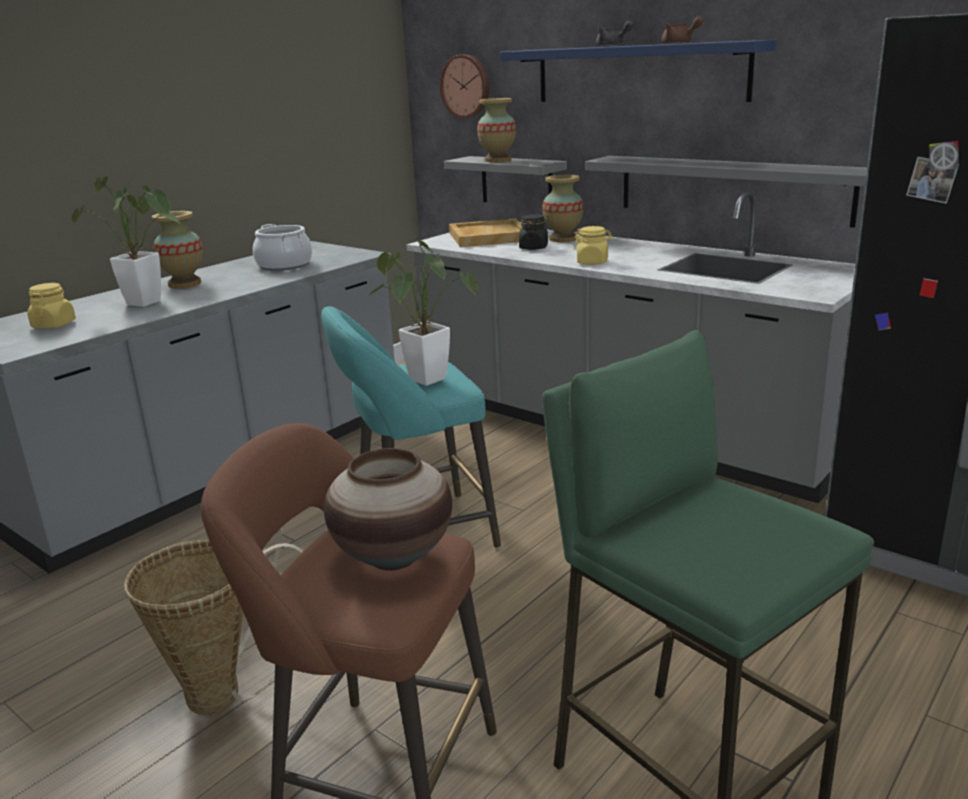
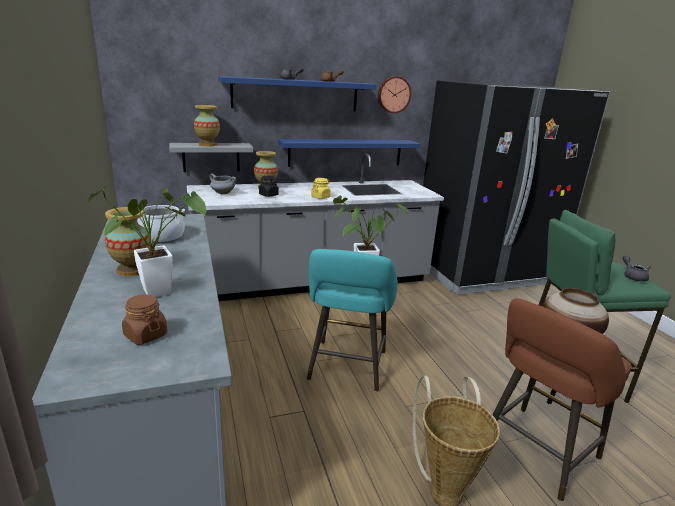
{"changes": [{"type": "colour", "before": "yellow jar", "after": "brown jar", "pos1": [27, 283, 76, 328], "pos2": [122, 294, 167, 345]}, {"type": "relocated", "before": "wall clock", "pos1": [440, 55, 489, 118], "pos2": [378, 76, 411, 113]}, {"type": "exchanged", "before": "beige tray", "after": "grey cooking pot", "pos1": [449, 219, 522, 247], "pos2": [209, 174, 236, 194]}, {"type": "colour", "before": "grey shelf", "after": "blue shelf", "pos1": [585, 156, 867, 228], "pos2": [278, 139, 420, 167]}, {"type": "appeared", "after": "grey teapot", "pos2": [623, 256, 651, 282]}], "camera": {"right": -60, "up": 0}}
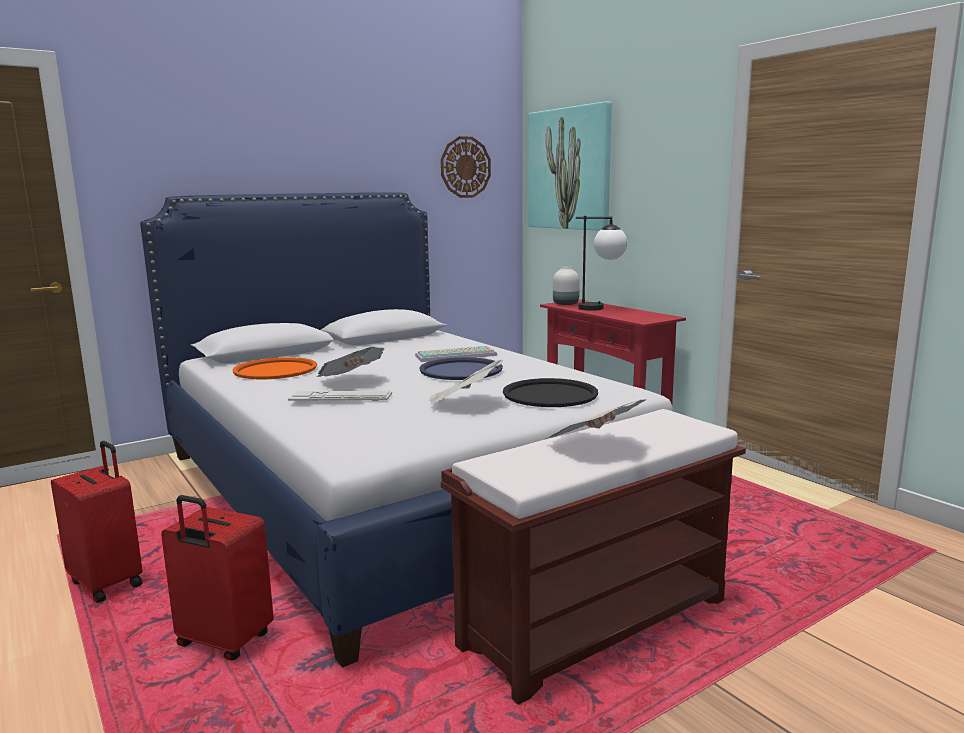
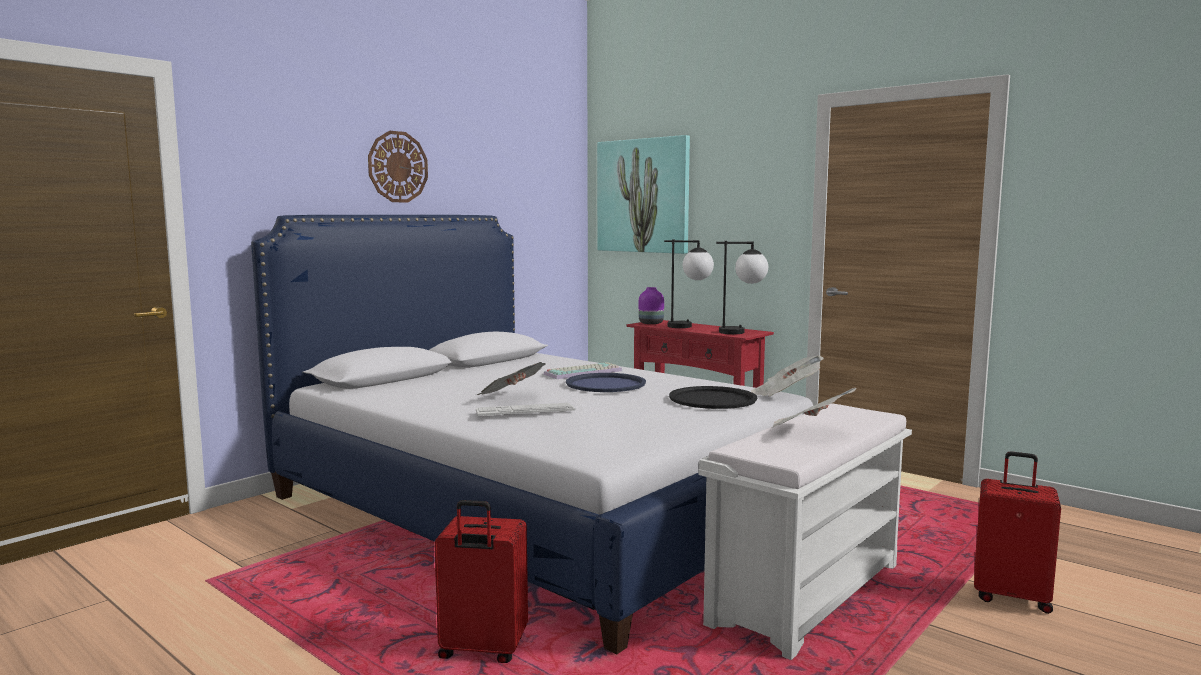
{"changes": [{"type": "relocated", "before": "red suitcase", "pos1": [51, 441, 143, 603], "pos2": [974, 451, 1061, 614]}, {"type": "missing", "before": "orange tray", "pos1": [232, 357, 317, 380]}, {"type": "relocated", "before": "newspaper", "pos1": [429, 360, 503, 404], "pos2": [751, 356, 824, 397]}, {"type": "relocated", "before": "wall clock", "pos1": [441, 136, 491, 198], "pos2": [368, 131, 428, 202]}, {"type": "colour", "before": "brown bench", "after": "white bench", "pos1": [441, 409, 746, 705], "pos2": [698, 403, 912, 660]}, {"type": "colour", "before": "white vase", "after": "purple vase", "pos1": [553, 266, 580, 305], "pos2": [638, 287, 664, 324]}, {"type": "appeared", "after": "table lamp", "pos2": [716, 241, 768, 334]}], "camera": {"right": -15, "up": -5}}
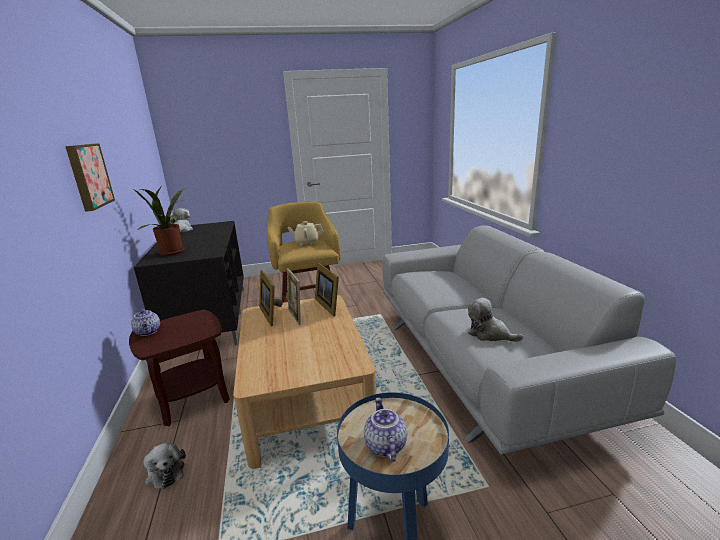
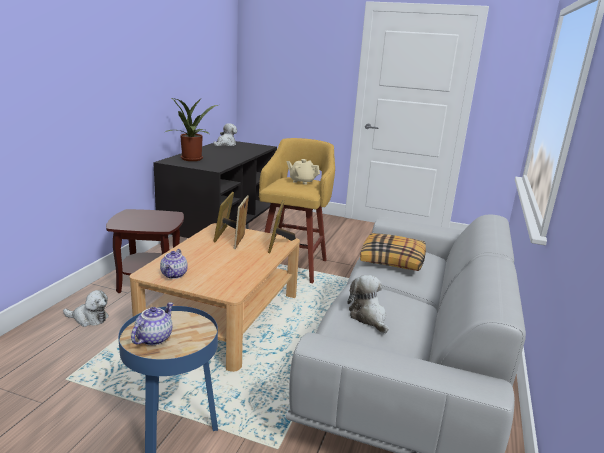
{"changes": [{"type": "missing", "before": "picture", "pos1": [65, 143, 115, 212]}, {"type": "relocated", "before": "teapot", "pos1": [131, 308, 160, 336], "pos2": [160, 249, 188, 279]}, {"type": "spun", "before": "plush toy", "pos1": [144, 443, 186, 489], "pos2": [63, 290, 109, 327], "turn": -75}, {"type": "appeared", "after": "pillow", "pos2": [360, 233, 426, 271]}], "camera": {"right": 30, "up": 0}}
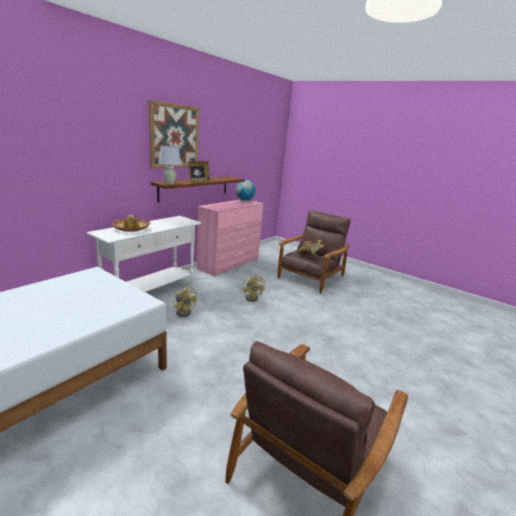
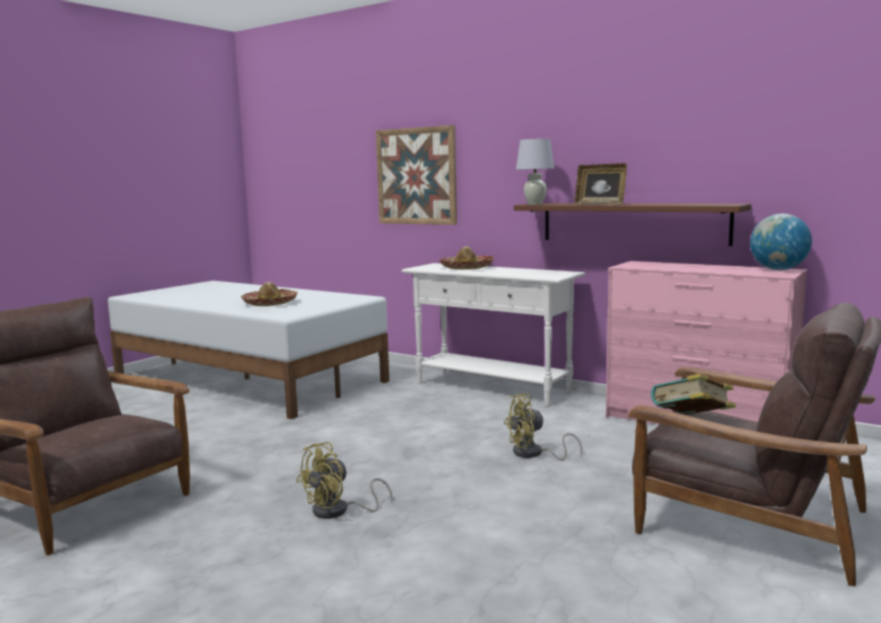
{"changes": [{"type": "relocated", "before": "picture", "pos1": [149, 100, 199, 169], "pos2": [376, 125, 457, 225]}, {"type": "relocated", "before": "yellow fan", "pos1": [174, 286, 197, 317], "pos2": [296, 442, 393, 519]}, {"type": "appeared", "after": "hat", "pos2": [241, 282, 298, 306]}], "camera": {"right": 90, "up": -10}}
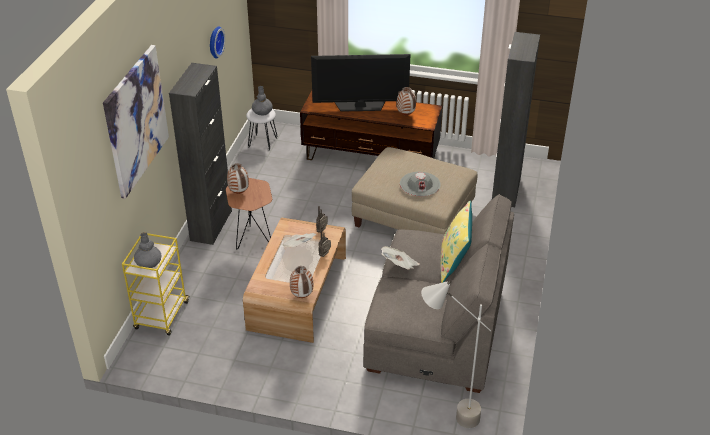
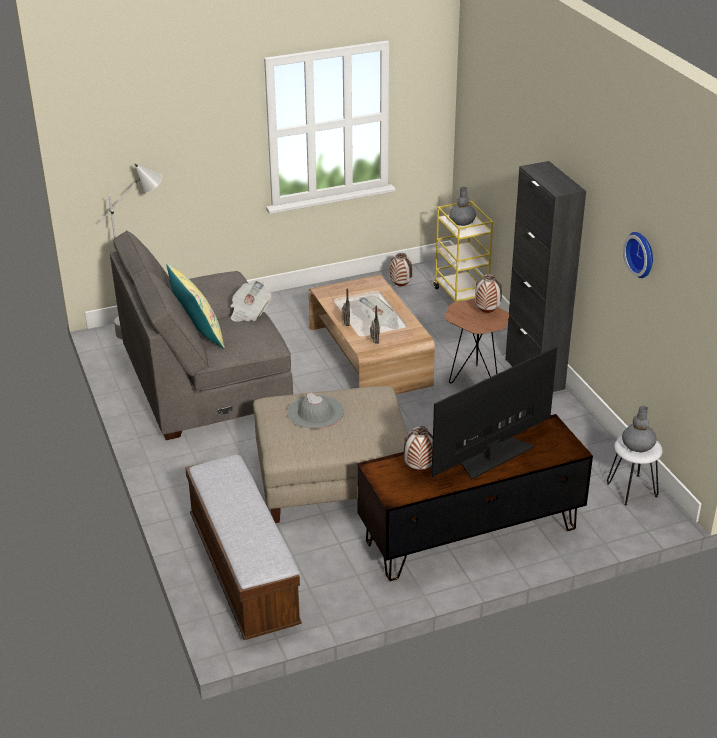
{"changes": [{"type": "missing", "before": "picture", "pos1": [103, 45, 169, 199]}, {"type": "relocated", "before": "vase", "pos1": [290, 266, 313, 298], "pos2": [390, 253, 413, 286]}, {"type": "exchanged", "before": "black cabinet", "after": "bench", "pos1": [492, 32, 540, 207], "pos2": [185, 454, 302, 640]}], "camera": {"right": 145, "up": -5}}
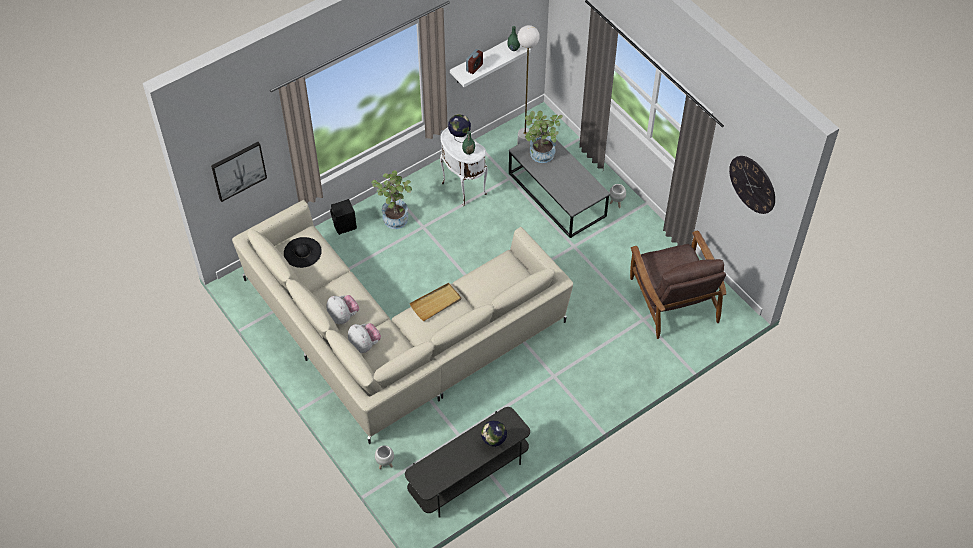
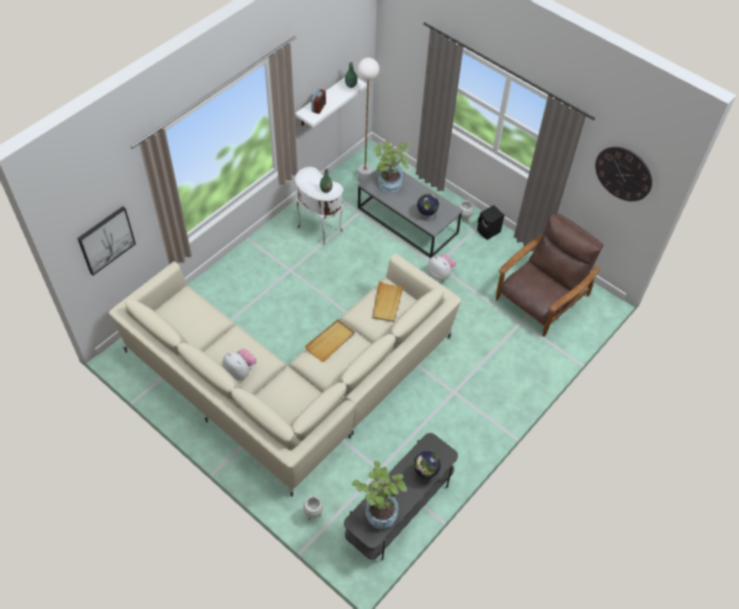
{"changes": [{"type": "missing", "before": "black hat", "pos1": [284, 237, 322, 268]}, {"type": "relocated", "before": "black speaker", "pos1": [330, 199, 357, 235], "pos2": [477, 205, 504, 240]}, {"type": "relocated", "before": "plush toy", "pos1": [348, 323, 381, 353], "pos2": [428, 254, 456, 280]}, {"type": "relocated", "before": "potted plant", "pos1": [371, 170, 412, 229], "pos2": [352, 461, 407, 529]}, {"type": "relocated", "before": "globe", "pos1": [448, 114, 471, 143], "pos2": [417, 194, 439, 220]}, {"type": "spun", "before": "brown armchair", "pos1": [630, 231, 726, 339], "pos2": [496, 214, 603, 337], "turn": -105}, {"type": "appeared", "after": "beige tray", "pos2": [372, 280, 404, 322]}], "camera": {"right": -15, "up": 0}}
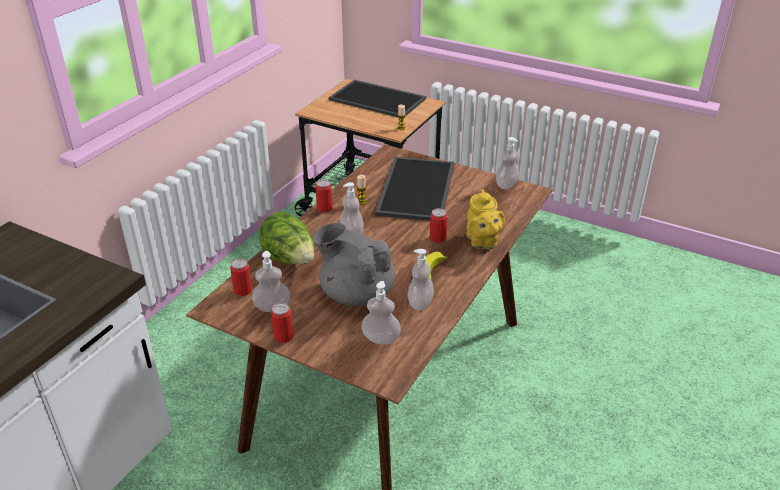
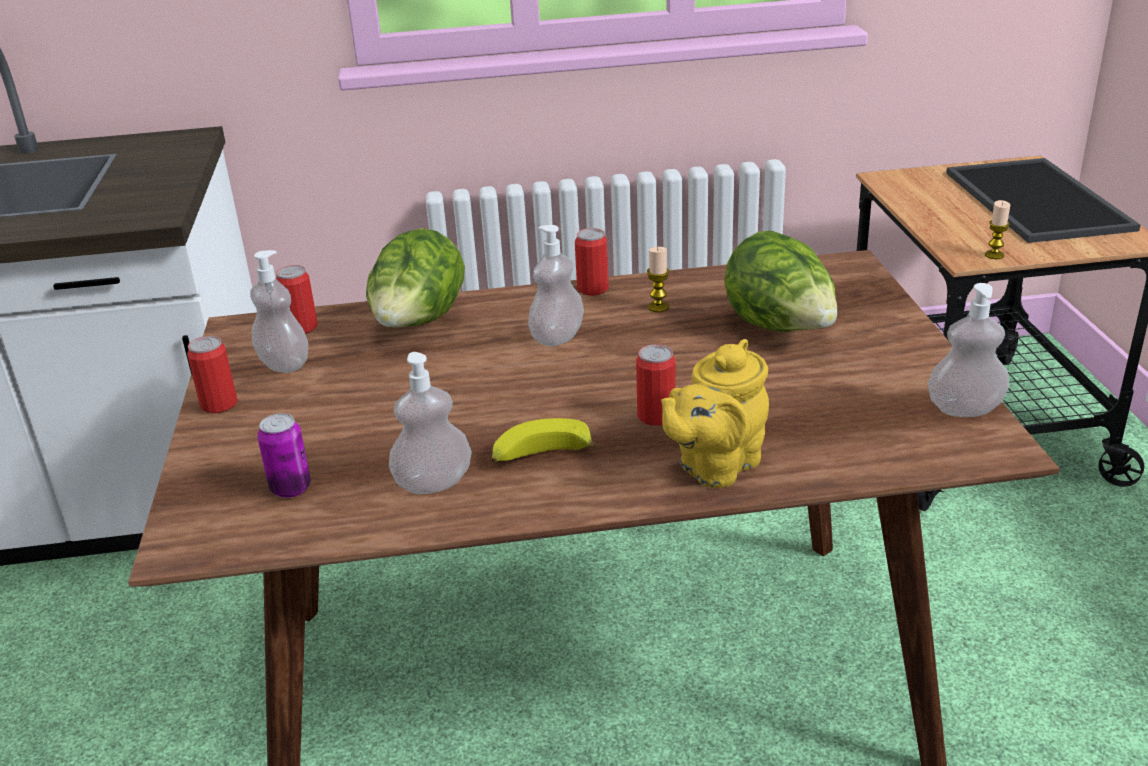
{"changes": [{"type": "missing", "before": "grey teapot", "pos1": [313, 223, 395, 306]}, {"type": "exchanged", "before": "soap dispenser", "after": "can", "pos1": [361, 281, 401, 345], "pos2": [257, 413, 311, 498]}, {"type": "exchanged", "before": "tray", "after": "lettuce", "pos1": [375, 157, 454, 221], "pos2": [724, 231, 838, 332]}], "camera": {"right": 55, "up": -5}}
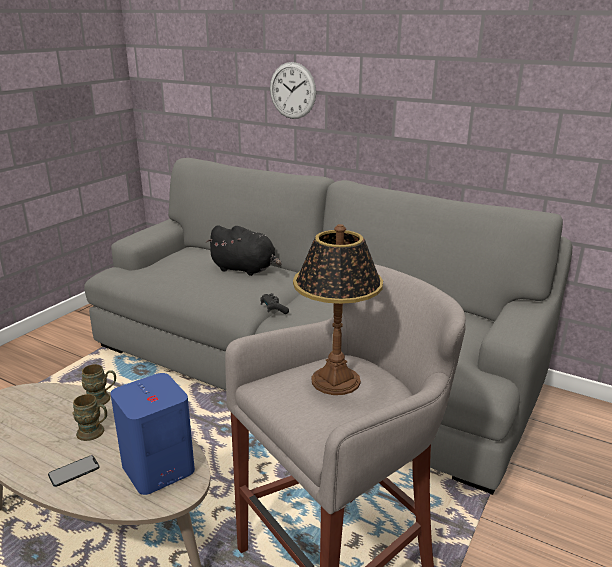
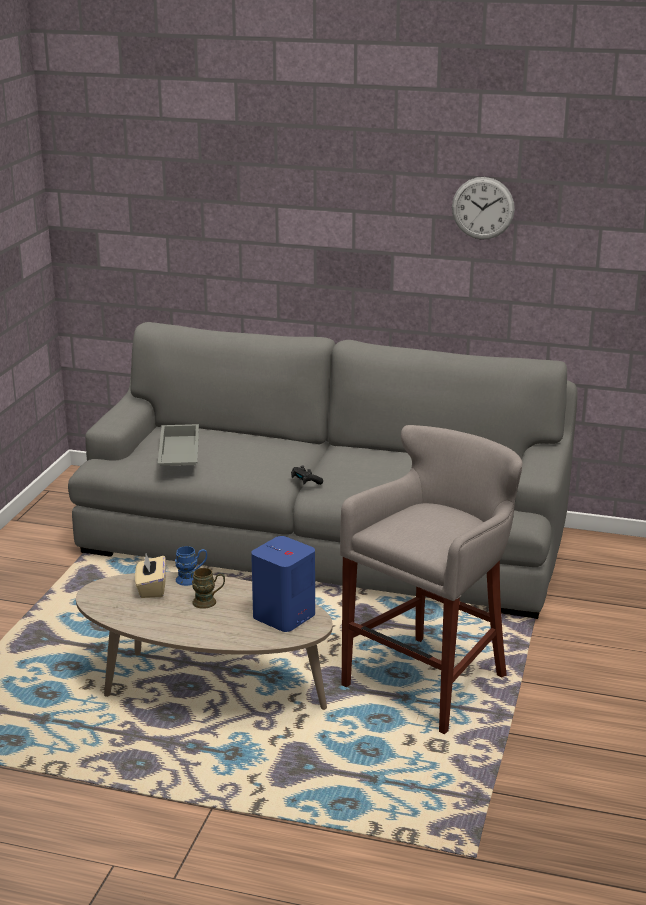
{"changes": [{"type": "missing", "before": "phone", "pos1": [48, 455, 99, 487]}, {"type": "colour", "before": "brown mug", "after": "blue mug", "pos1": [81, 364, 116, 405], "pos2": [175, 546, 207, 586]}, {"type": "missing", "before": "black plush toy", "pos1": [206, 225, 282, 276]}, {"type": "relocated", "before": "wall clock", "pos1": [270, 62, 316, 119], "pos2": [452, 177, 515, 240]}, {"type": "missing", "before": "table lamp", "pos1": [293, 224, 383, 395]}, {"type": "appeared", "after": "beige tissue box", "pos2": [135, 554, 166, 598]}, {"type": "appeared", "after": "grey tray", "pos2": [158, 424, 199, 466]}], "camera": {"right": -15, "up": 0}}
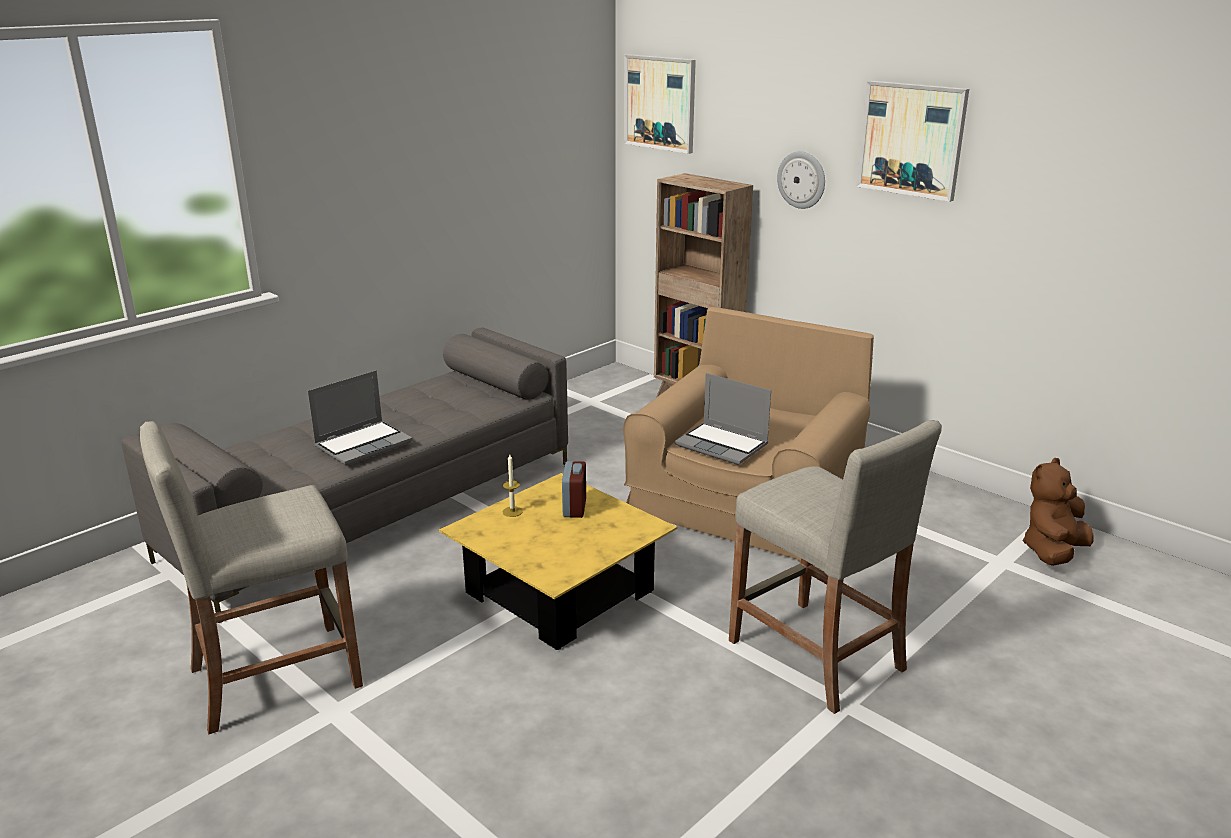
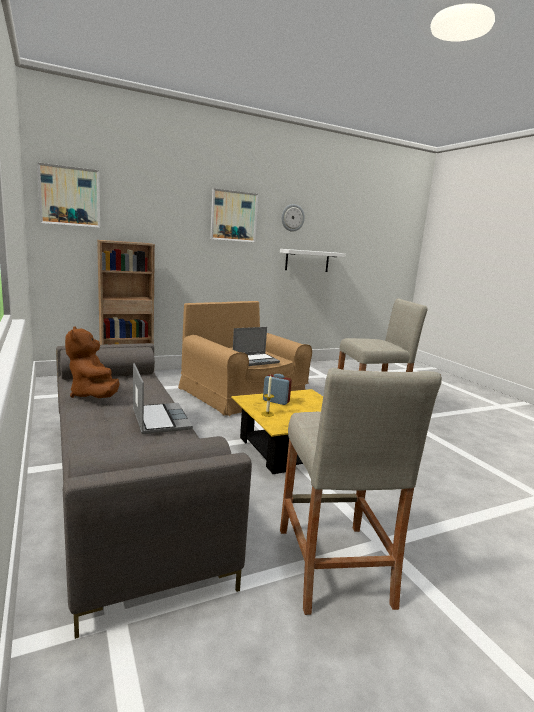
{"changes": [{"type": "relocated", "before": "wall clock", "pos1": [777, 151, 825, 209], "pos2": [281, 204, 305, 232]}, {"type": "relocated", "before": "brown plush toy", "pos1": [1023, 458, 1094, 566], "pos2": [65, 326, 119, 398]}, {"type": "appeared", "after": "white shelf", "pos2": [280, 249, 345, 272]}], "camera": {"right": -70, "up": -10}}
